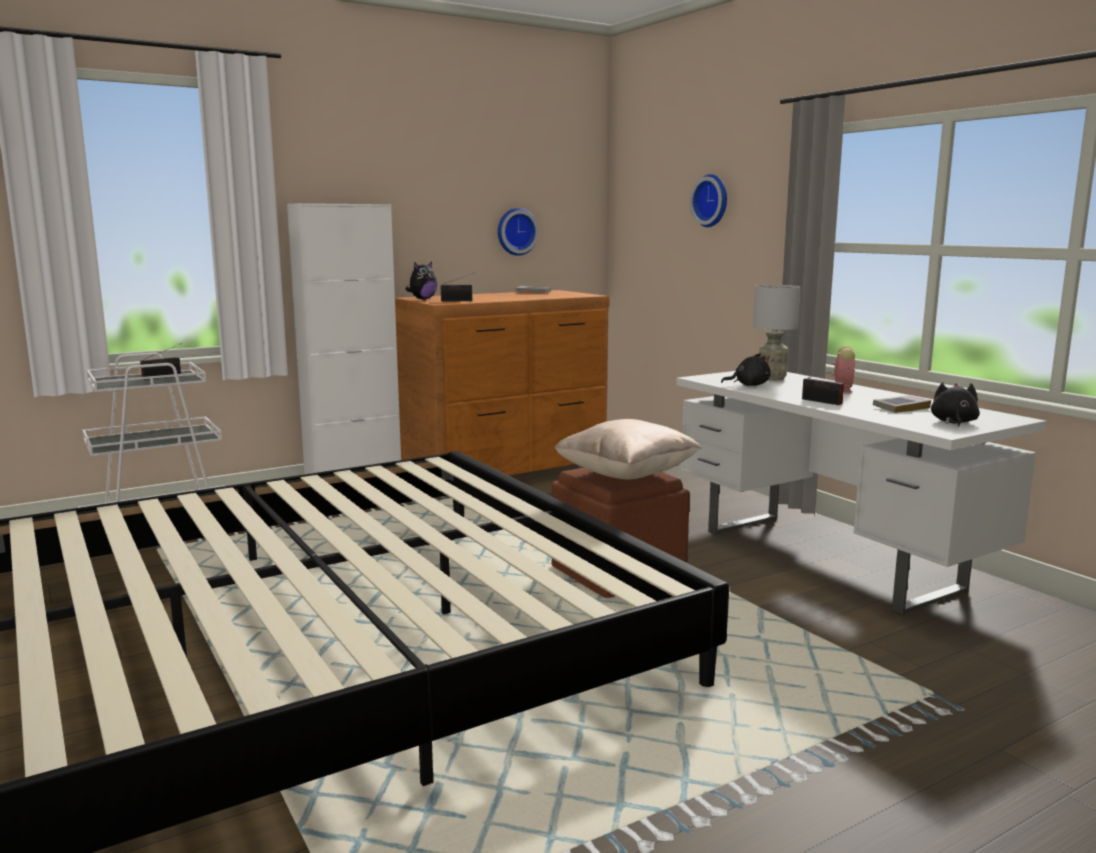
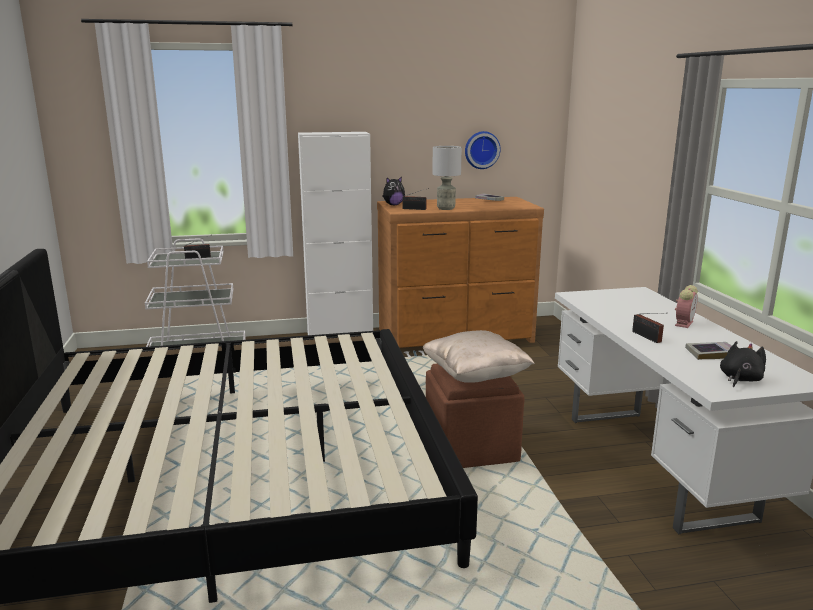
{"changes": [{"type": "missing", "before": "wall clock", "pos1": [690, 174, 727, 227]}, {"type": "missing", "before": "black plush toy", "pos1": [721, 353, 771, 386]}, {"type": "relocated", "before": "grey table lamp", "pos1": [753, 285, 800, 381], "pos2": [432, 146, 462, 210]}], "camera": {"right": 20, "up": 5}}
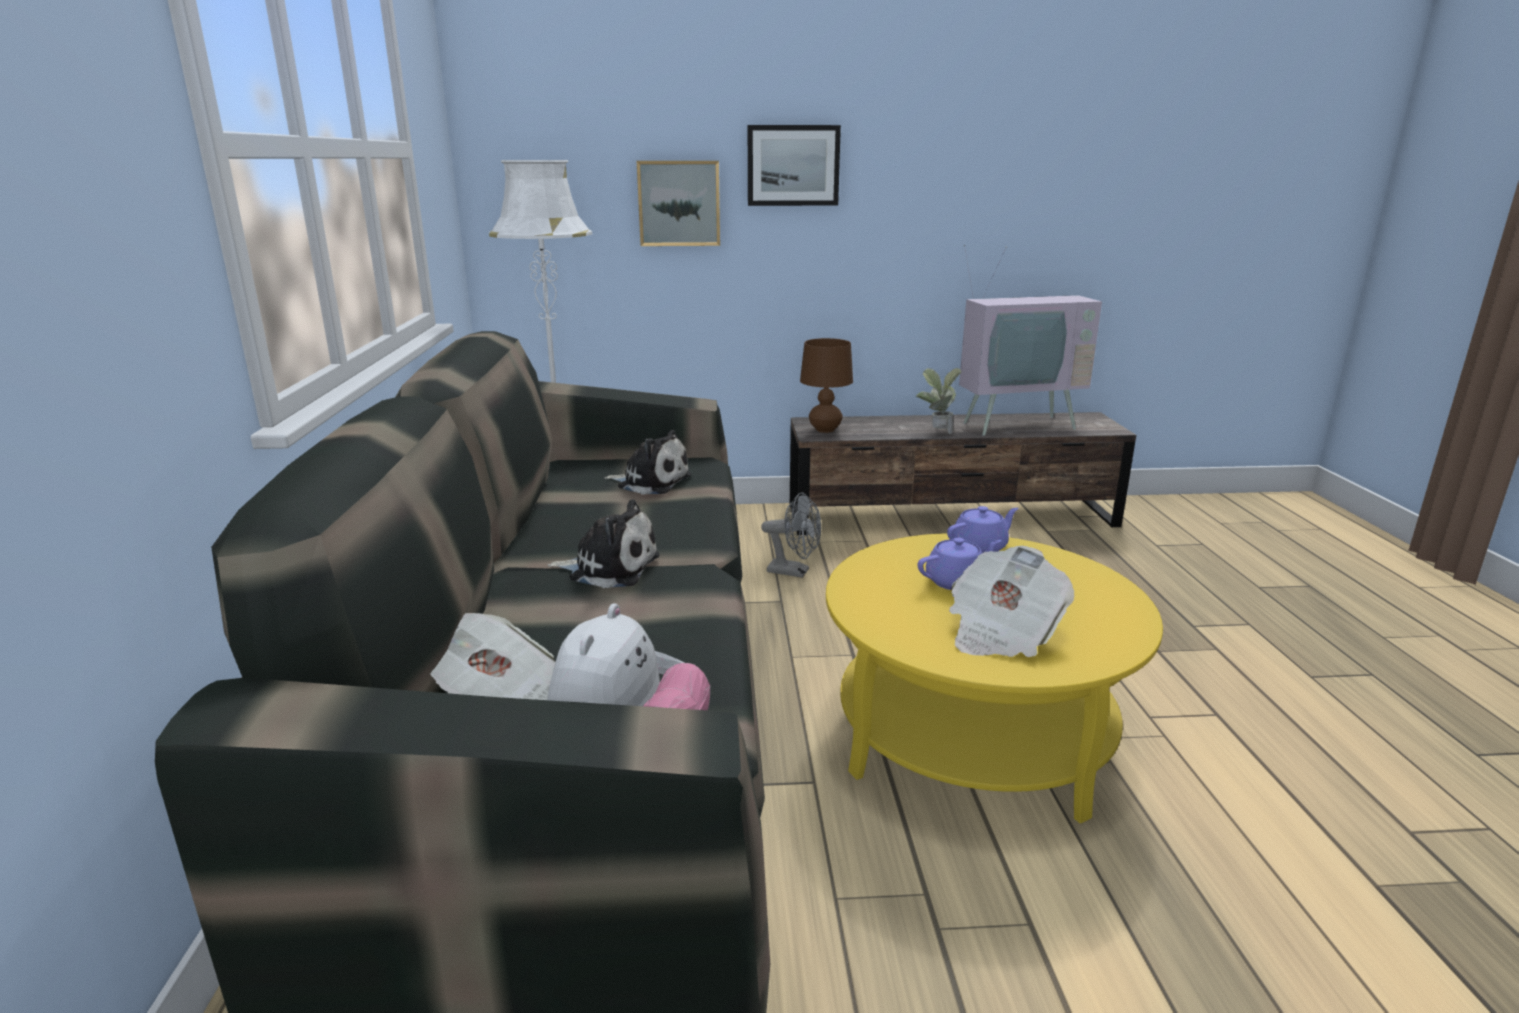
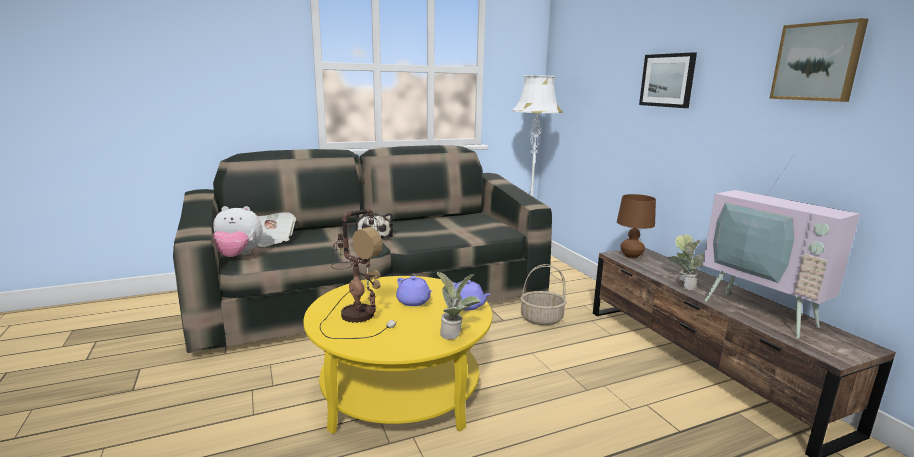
{"changes": [{"type": "missing", "before": "plush toy", "pos1": [604, 430, 691, 494]}, {"type": "relocated", "before": "picture", "pos1": [637, 161, 720, 246], "pos2": [769, 18, 868, 102]}, {"type": "exchanged", "before": "grey fan", "after": "basket", "pos1": [761, 492, 821, 578], "pos2": [520, 264, 566, 326]}, {"type": "exchanged", "before": "newspaper", "after": "table lamp", "pos1": [949, 546, 1075, 657], "pos2": [320, 209, 397, 339]}, {"type": "appeared", "after": "potted plant", "pos2": [437, 271, 480, 340]}], "camera": {"right": 70, "up": -5}}
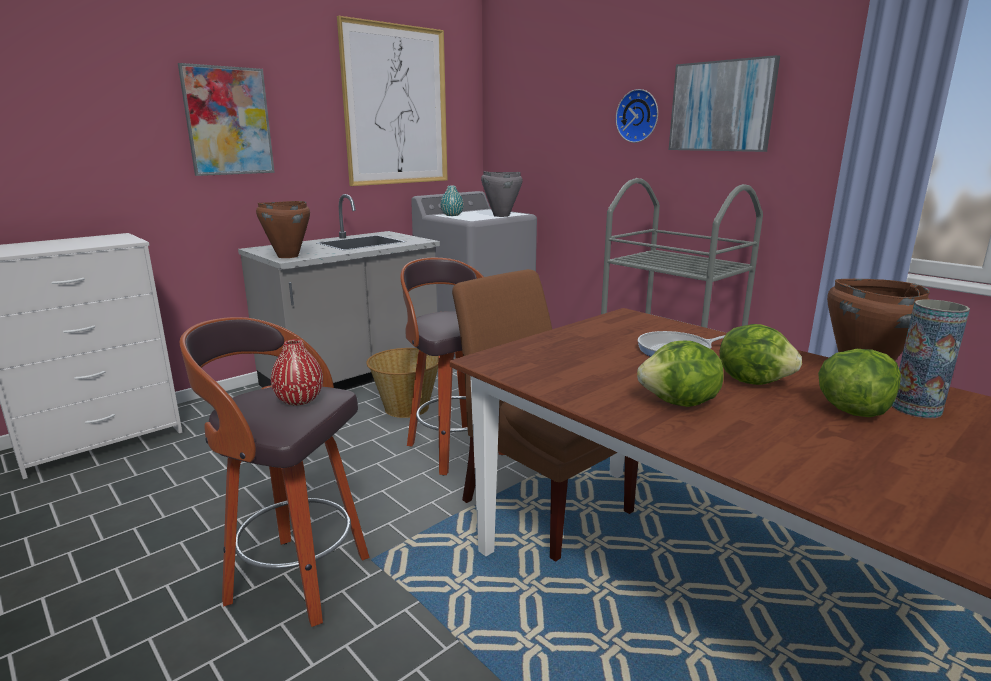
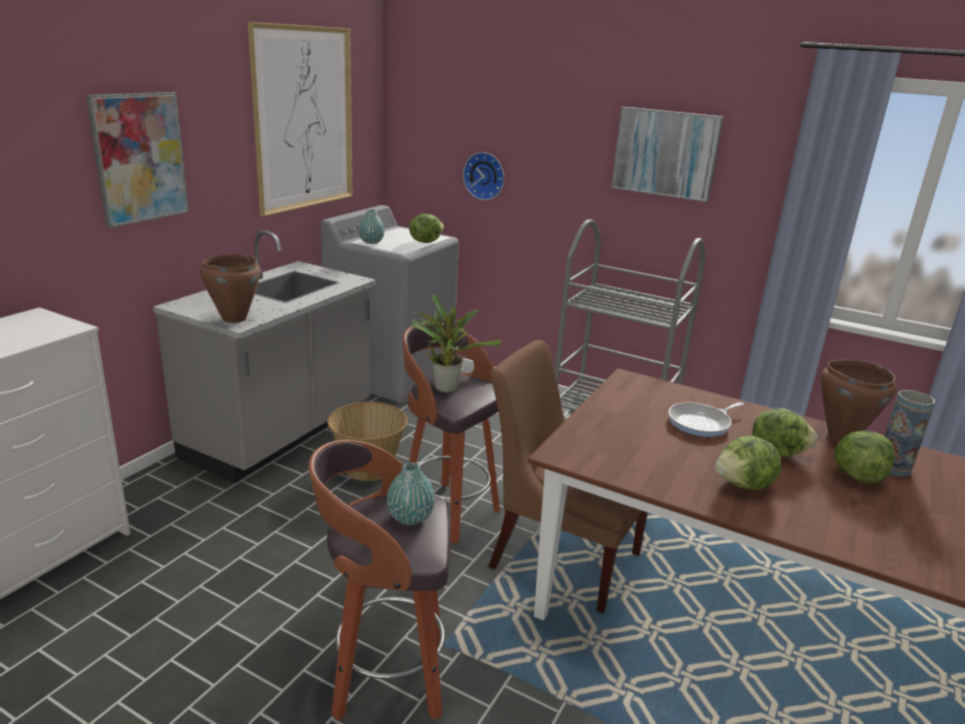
{"changes": [{"type": "colour", "before": "red vase", "after": "turquoise vase", "pos1": [271, 339, 323, 406], "pos2": [387, 462, 435, 525]}, {"type": "exchanged", "before": "grey cooking pot", "after": "lettuce", "pos1": [481, 171, 523, 217], "pos2": [409, 214, 444, 243]}, {"type": "relocated", "before": "wall clock", "pos1": [616, 89, 658, 143], "pos2": [463, 152, 504, 200]}, {"type": "appeared", "after": "potted plant", "pos2": [412, 294, 502, 393]}], "camera": {"right": -20, "up": 5}}
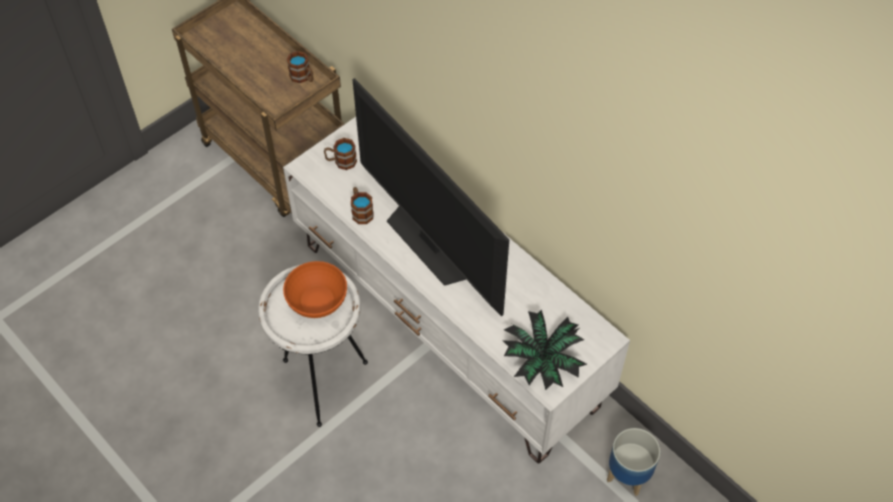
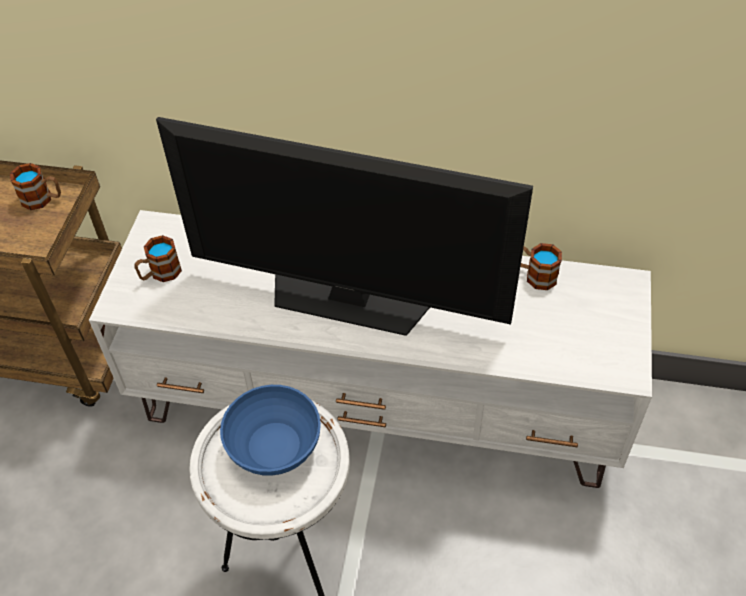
{"changes": [{"type": "colour", "before": "orange bowl", "after": "blue bowl", "pos1": [283, 261, 347, 318], "pos2": [220, 385, 321, 476]}, {"type": "relocated", "before": "mug", "pos1": [351, 187, 374, 224], "pos2": [520, 243, 562, 290]}, {"type": "missing", "before": "potted plant", "pos1": [502, 309, 587, 390]}, {"type": "missing", "before": "planter", "pos1": [607, 428, 660, 496]}], "camera": {"right": -35, "up": -5}}
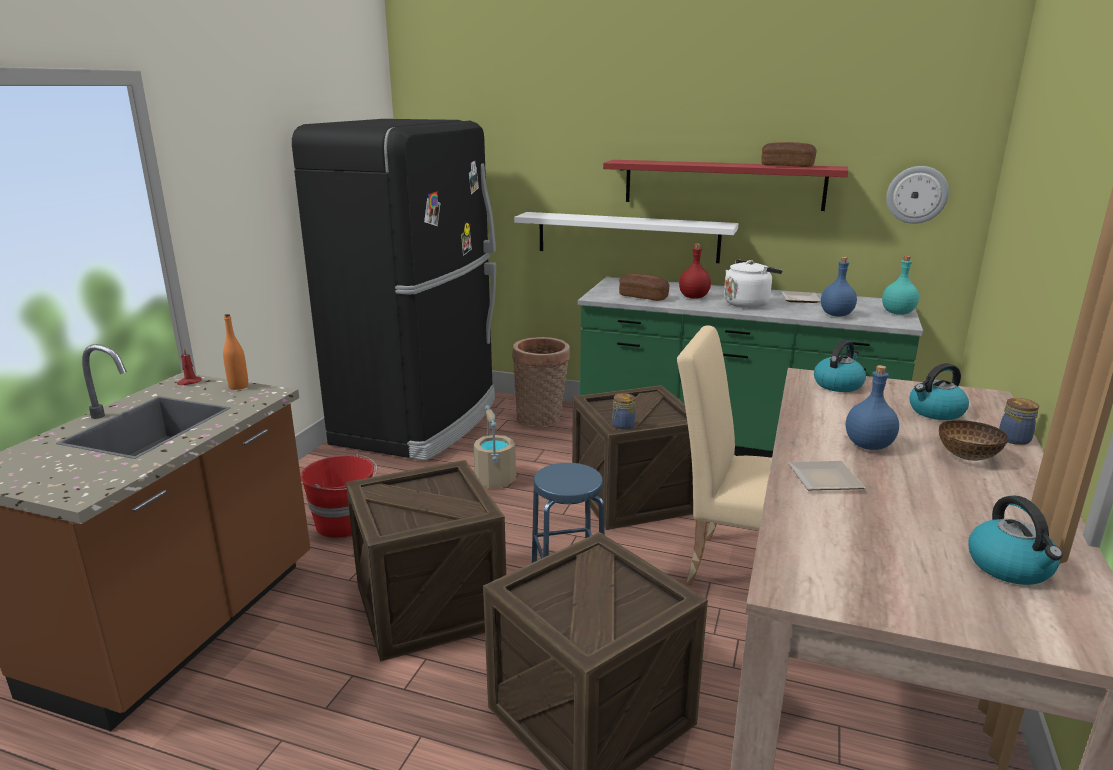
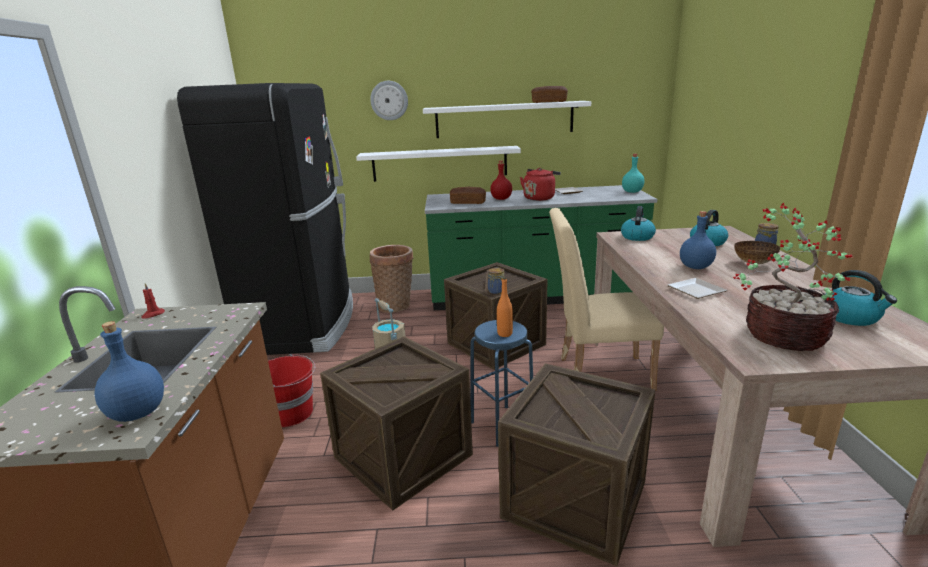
{"changes": [{"type": "relocated", "before": "orange bottle", "pos1": [223, 314, 248, 390], "pos2": [497, 277, 513, 337]}, {"type": "colour", "before": "red shelf", "after": "white shelf", "pos1": [603, 160, 848, 211], "pos2": [423, 101, 591, 138]}, {"type": "colour", "before": "white kettle", "after": "red kettle", "pos1": [724, 259, 783, 308], "pos2": [520, 168, 561, 201]}, {"type": "relocated", "before": "blue bottle", "pos1": [821, 257, 857, 317], "pos2": [94, 321, 164, 422]}, {"type": "relocated", "before": "wall clock", "pos1": [886, 166, 949, 224], "pos2": [370, 81, 408, 120]}, {"type": "appeared", "after": "potted plant", "pos2": [733, 202, 854, 351]}], "camera": {"right": -20, "up": 0}}
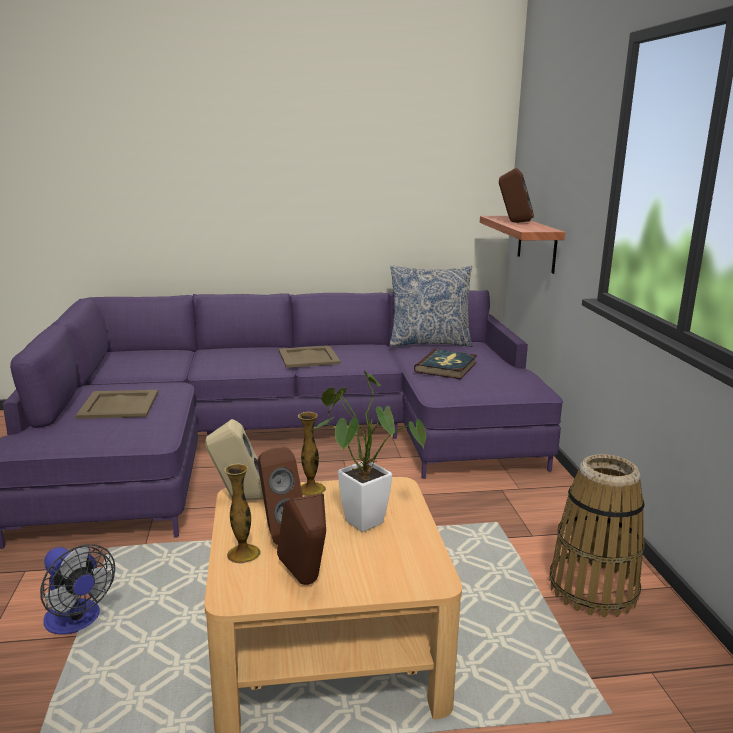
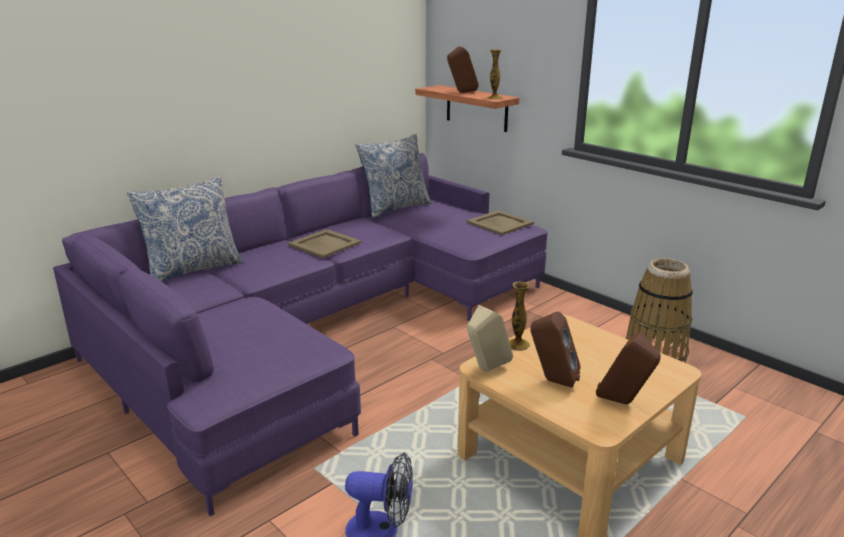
{"changes": [{"type": "relocated", "before": "beige tray", "pos1": [76, 390, 158, 419], "pos2": [467, 210, 534, 235]}, {"type": "relocated", "before": "vase", "pos1": [224, 463, 261, 564], "pos2": [487, 49, 502, 100]}, {"type": "missing", "before": "potted plant", "pos1": [310, 371, 426, 532]}, {"type": "missing", "before": "book", "pos1": [414, 349, 477, 379]}, {"type": "appeared", "after": "pillow", "pos2": [127, 176, 243, 282]}], "camera": {"right": -35, "up": 5}}
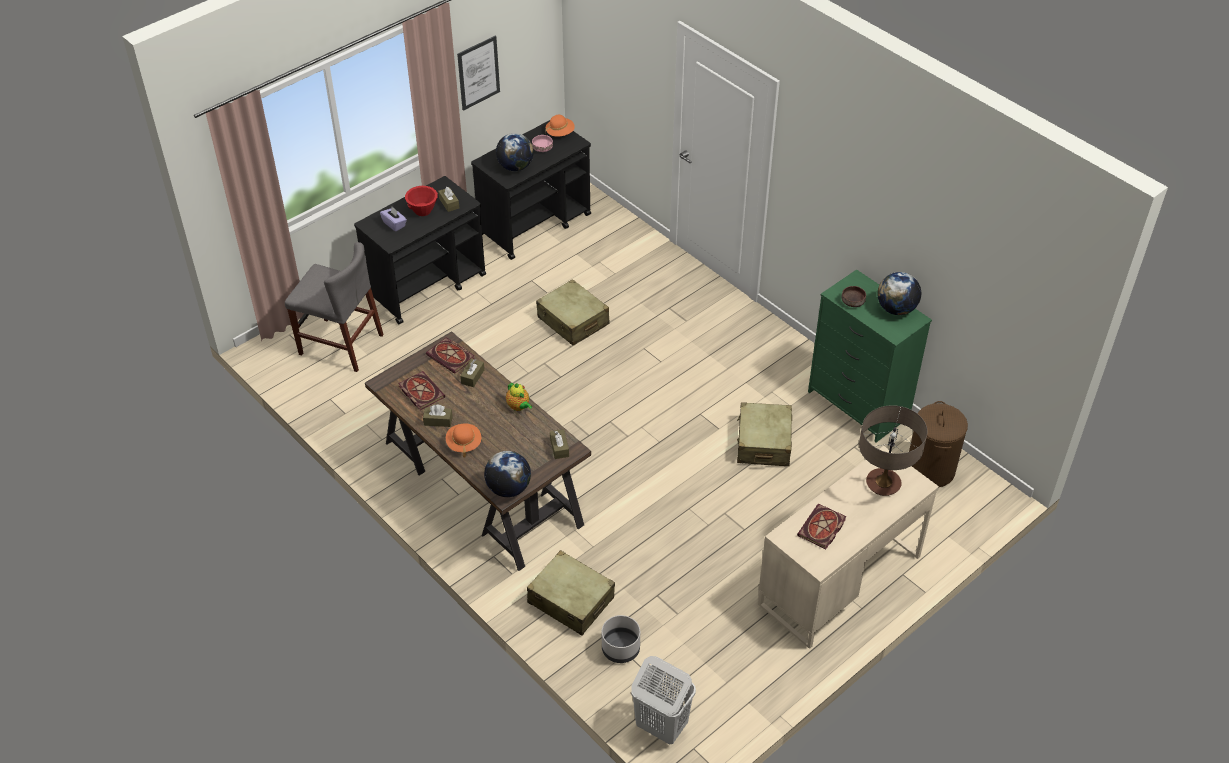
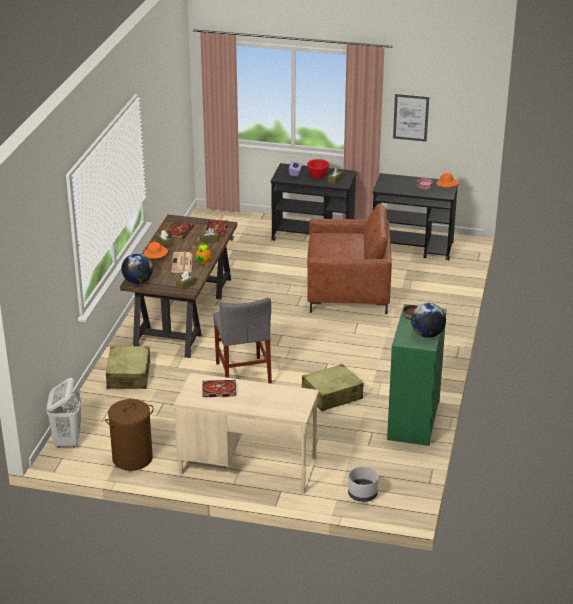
{"changes": [{"type": "relocated", "before": "grey chair", "pos1": [285, 242, 384, 372], "pos2": [213, 298, 272, 384]}, {"type": "missing", "before": "globe", "pos1": [496, 133, 534, 171]}, {"type": "exchanged", "before": "beige suitcase", "after": "brown armchair", "pos1": [536, 279, 610, 345], "pos2": [307, 204, 392, 314]}, {"type": "relocated", "before": "grey planter", "pos1": [602, 615, 640, 663], "pos2": [348, 467, 378, 502]}, {"type": "missing", "before": "table lamp", "pos1": [859, 405, 927, 496]}, {"type": "relocated", "before": "brown laundry basket", "pos1": [909, 401, 968, 487], "pos2": [105, 399, 154, 471]}, {"type": "appeared", "after": "newspaper", "pos2": [172, 252, 192, 273]}], "camera": {"right": 55, "up": -15}}
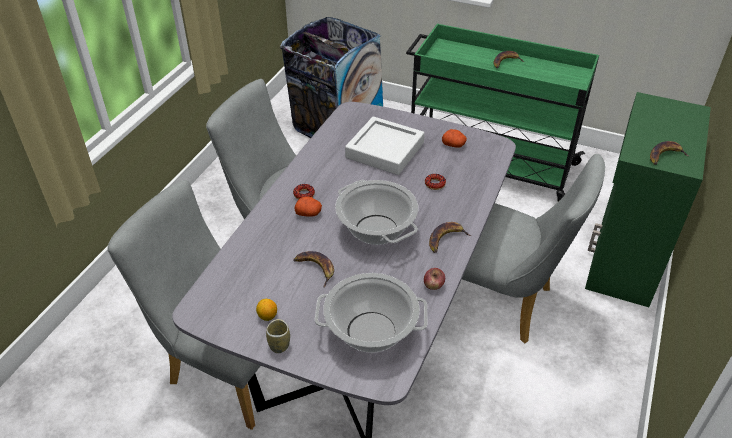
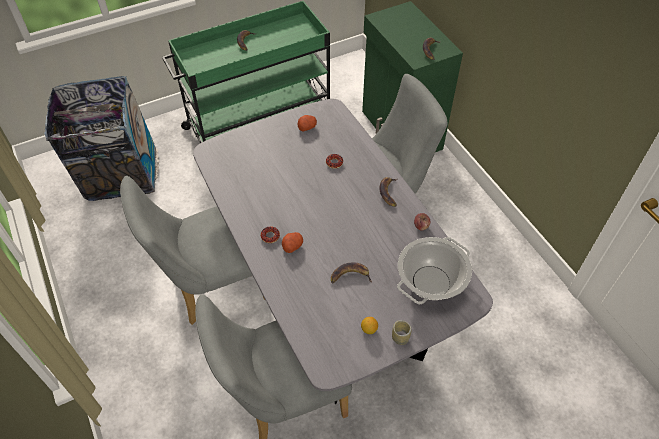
{"changes": [{"type": "missing", "before": "cooking pot", "pos1": [335, 180, 418, 245]}, {"type": "missing", "before": "grey tray", "pos1": [345, 116, 425, 175]}], "camera": {"right": -50, "up": 10}}
